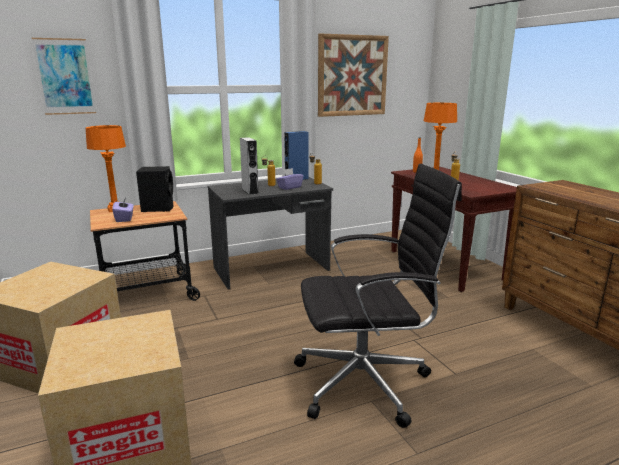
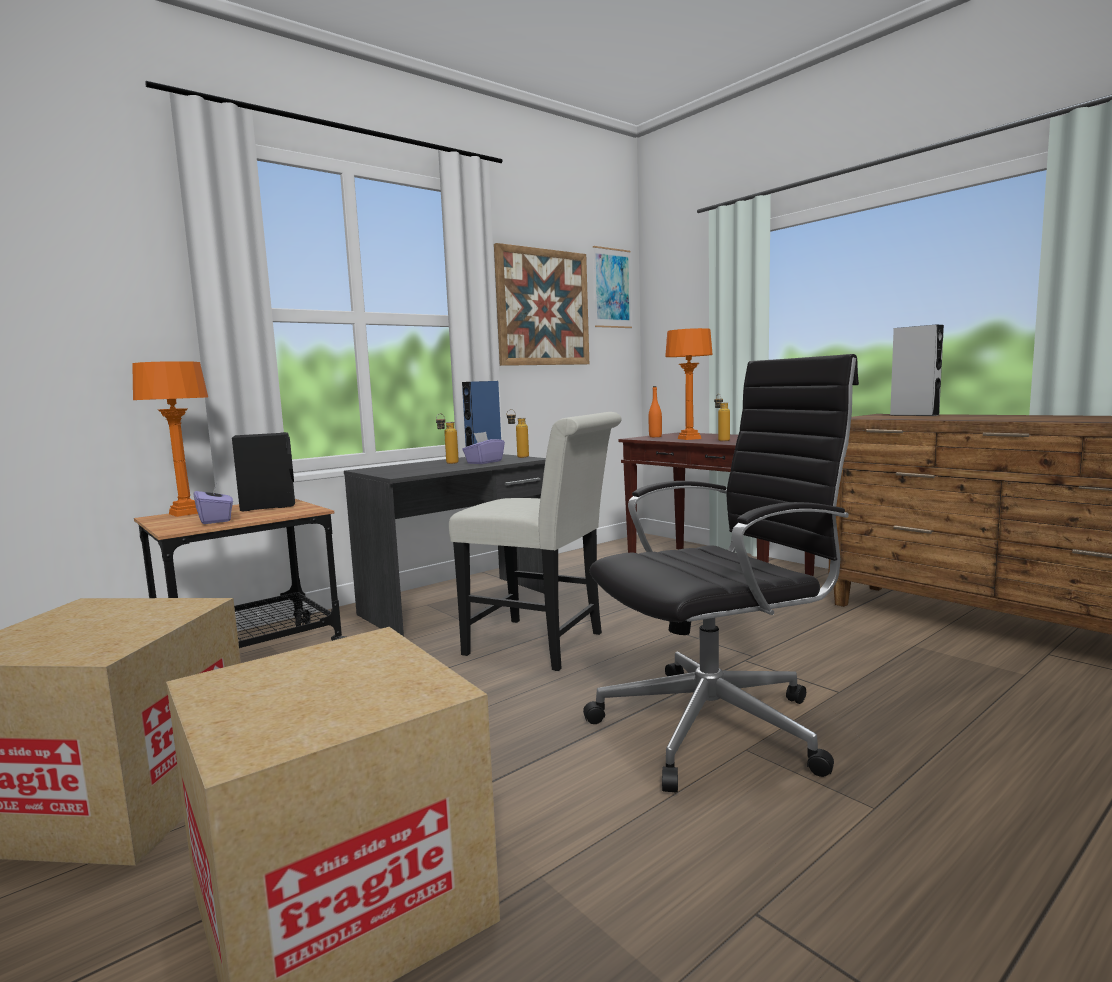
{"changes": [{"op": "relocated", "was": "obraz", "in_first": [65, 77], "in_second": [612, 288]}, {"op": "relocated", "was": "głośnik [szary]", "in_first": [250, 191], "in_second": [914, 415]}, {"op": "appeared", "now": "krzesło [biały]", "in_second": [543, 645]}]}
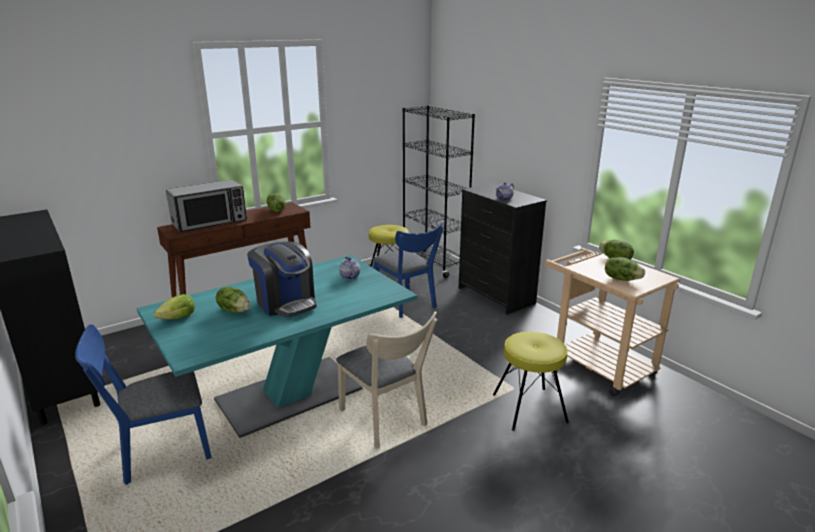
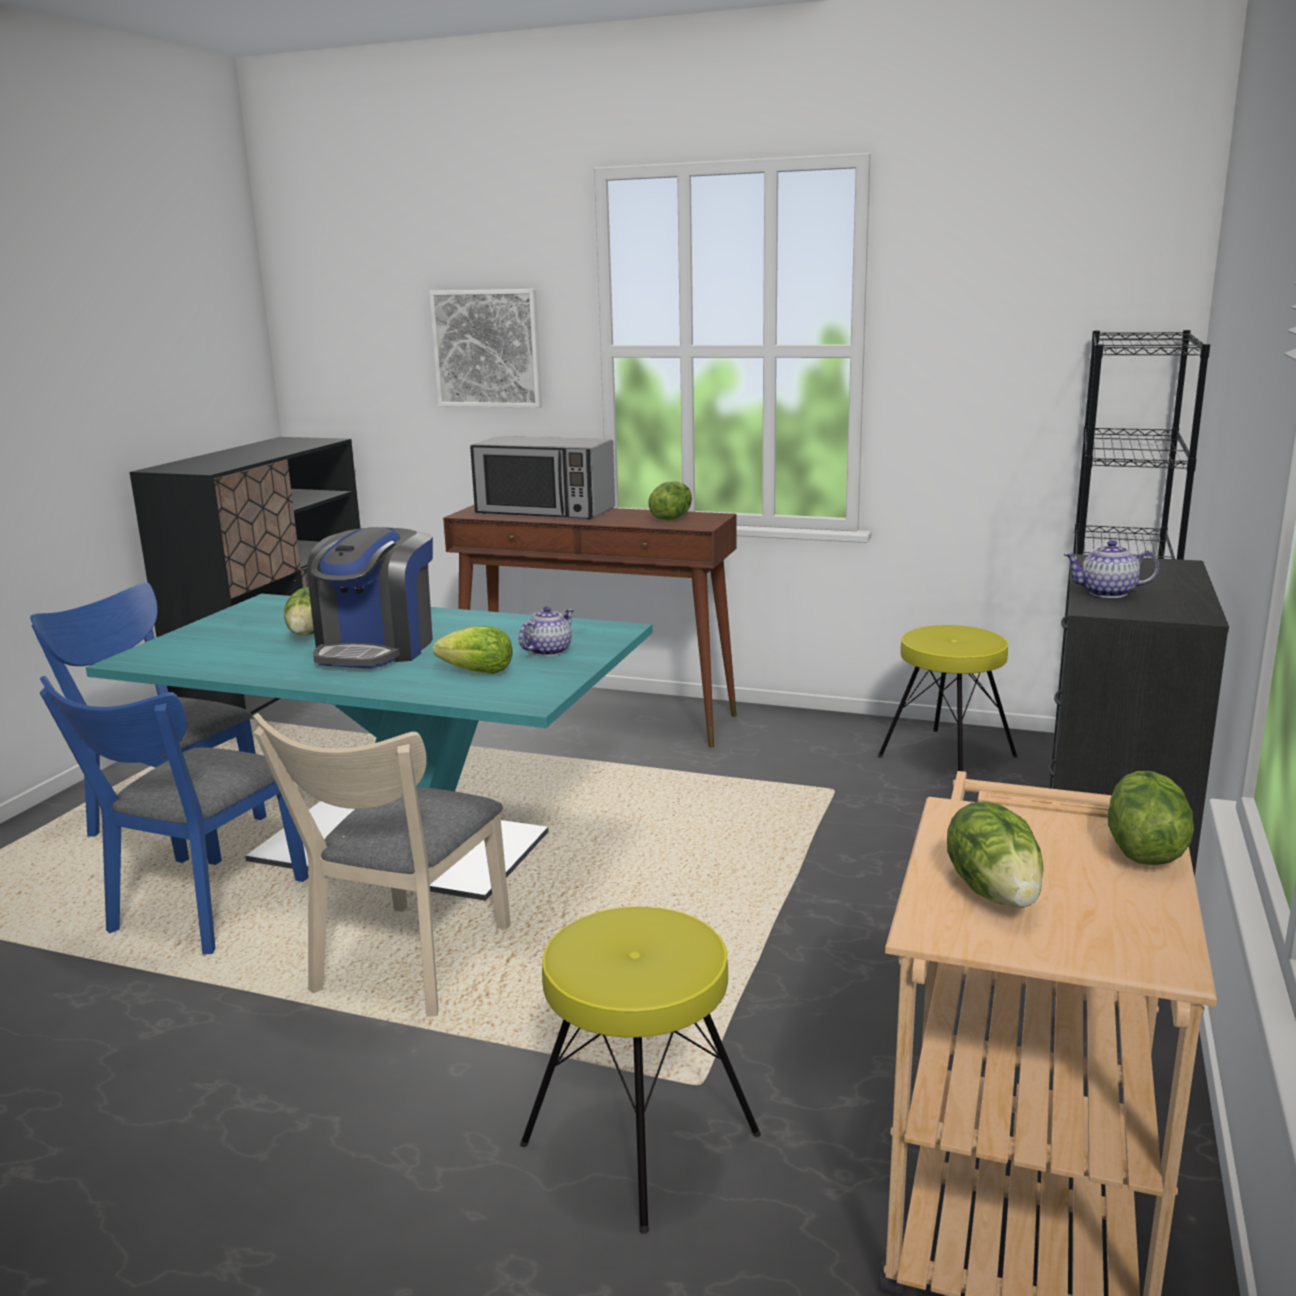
{"changes": [{"op": "relocated", "was": "sałata", "in_first": [178, 318], "in_second": [478, 672]}, {"op": "relocated", "was": "krzesło [niebieski]", "in_first": [407, 305], "in_second": [200, 913]}, {"op": "appeared", "now": "obraz", "in_second": [487, 348]}]}
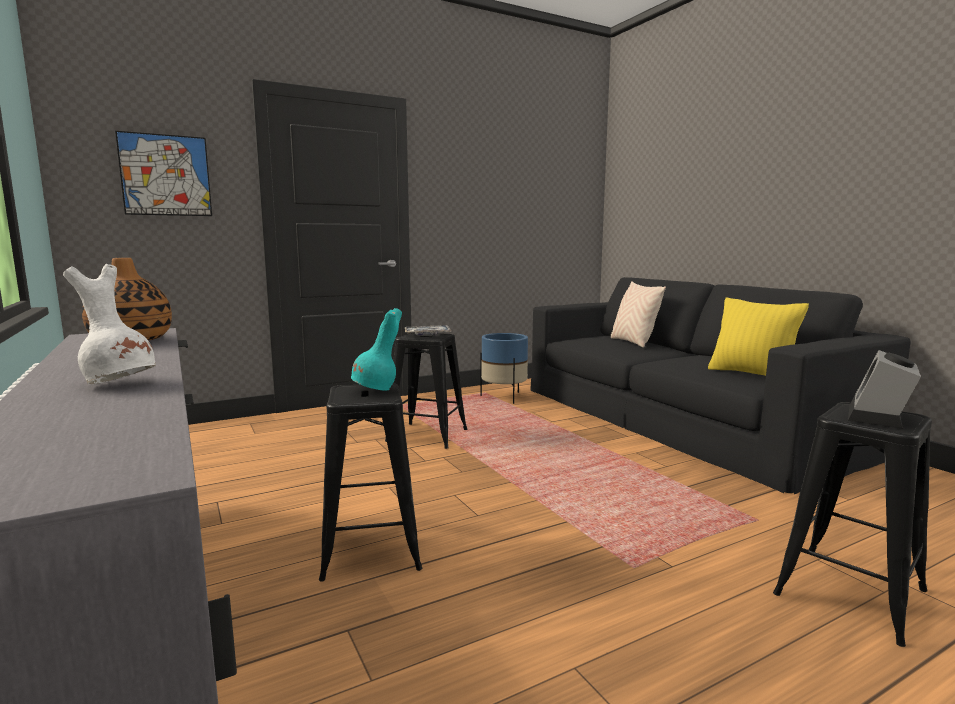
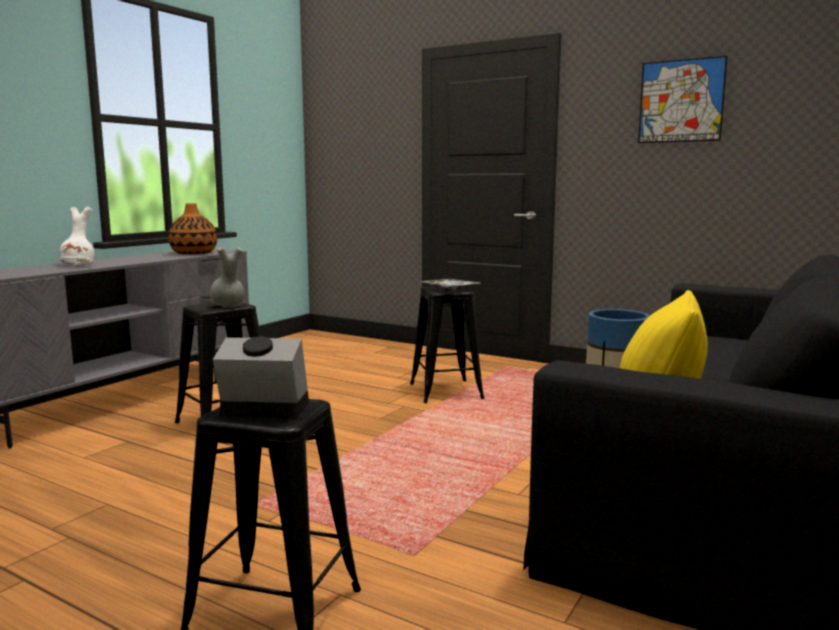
{"changes": [{"op": "relocated", "was": "obraz", "in_first": [165, 175], "in_second": [681, 101]}, {"op": "colour", "was": "wazon [turkusowy]", "now": "wazon [szary]", "in_first": [376, 390], "in_second": [227, 306]}, {"op": "missing", "was": "poduszka [beżowy]", "in_first": [633, 342]}]}
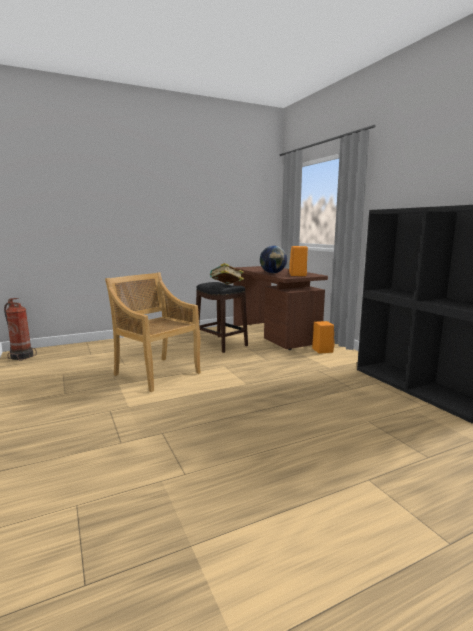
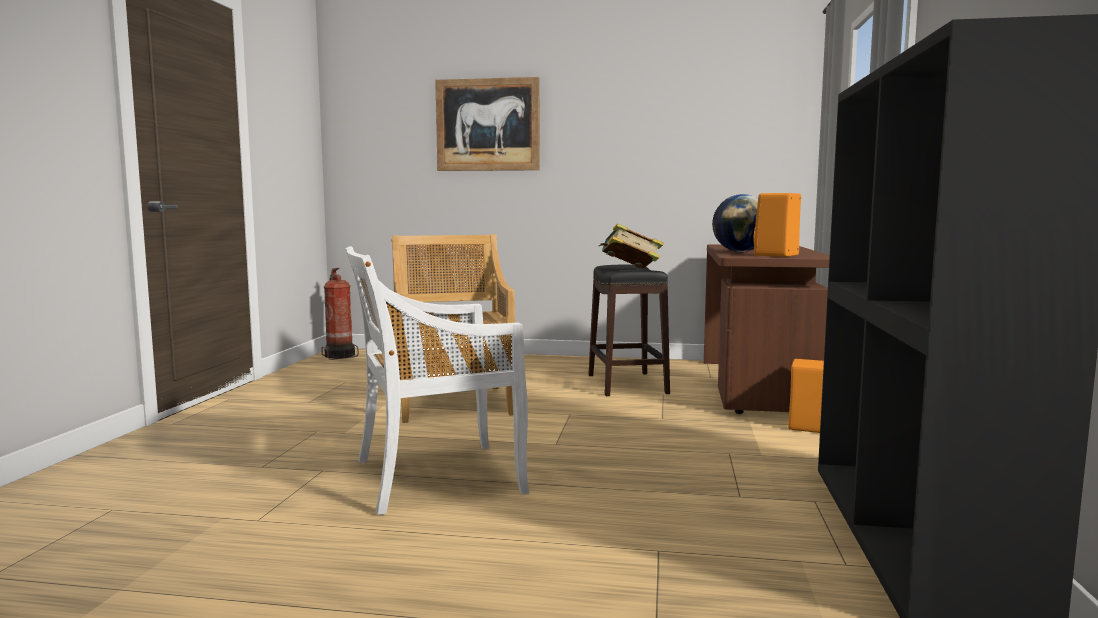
{"changes": [{"op": "appeared", "now": "krzesło [biały]", "in_second": [434, 477]}, {"op": "appeared", "now": "obraz", "in_second": [488, 125]}]}
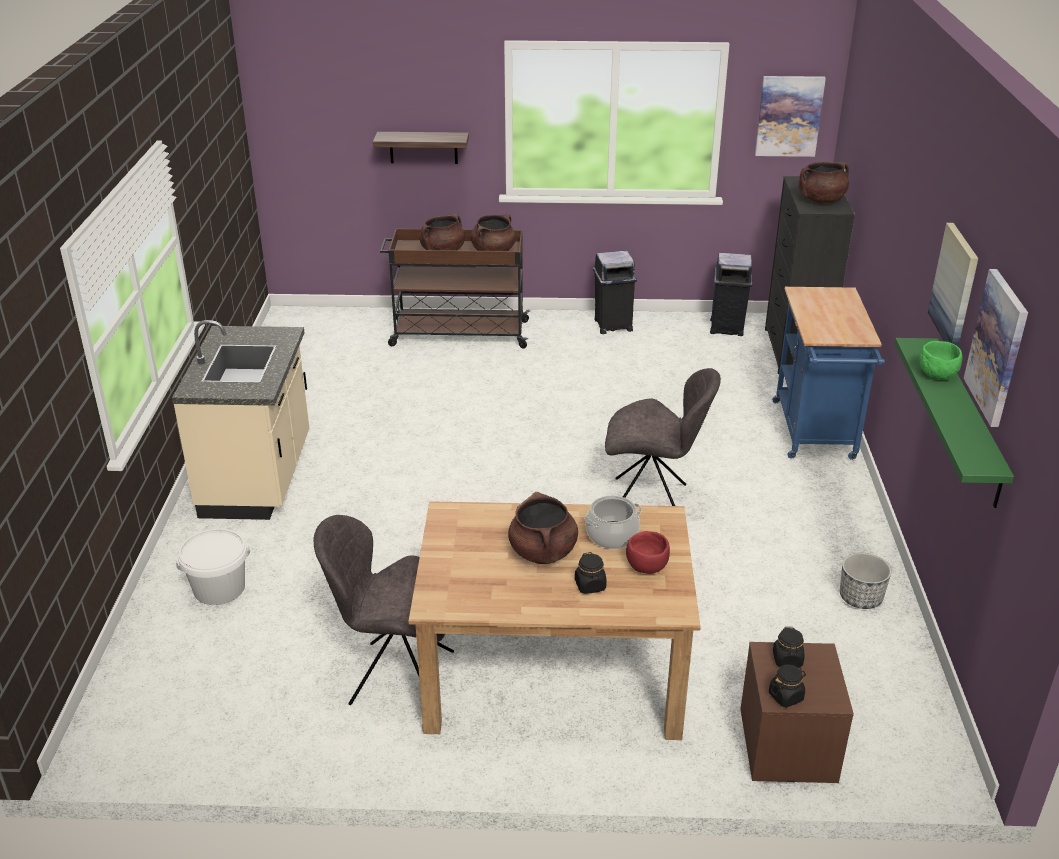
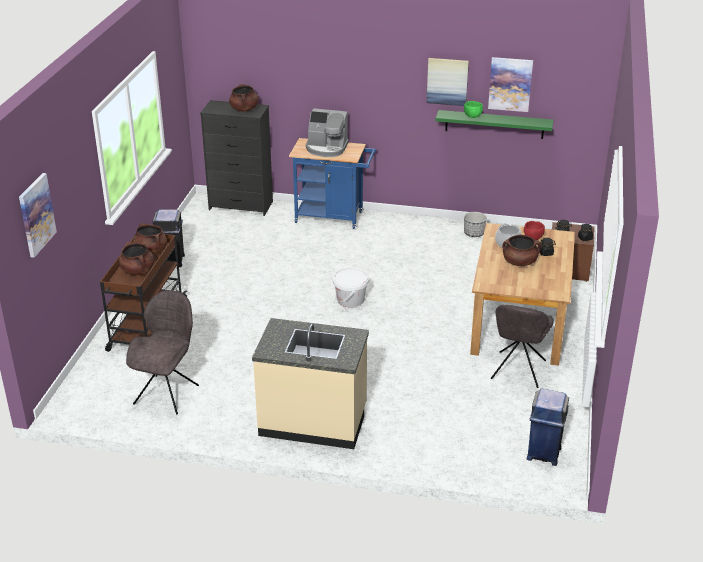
{"changes": [{"op": "relocated", "was": "wiadro [biały]", "in_first": [219, 588], "in_second": [350, 300]}, {"op": "missing", "was": "półka", "in_first": [423, 147]}, {"op": "relocated", "was": "krzesło [szary]", "in_first": [652, 503], "in_second": [167, 393]}, {"op": "relocated", "was": "kosz na śmieci [niebieski]", "in_first": [727, 327], "in_second": [544, 453]}, {"op": "relocated", "was": "obraz", "in_first": [789, 116], "in_second": [36, 214]}, {"op": "appeared", "now": "ekspres do kawy", "in_second": [326, 148]}]}
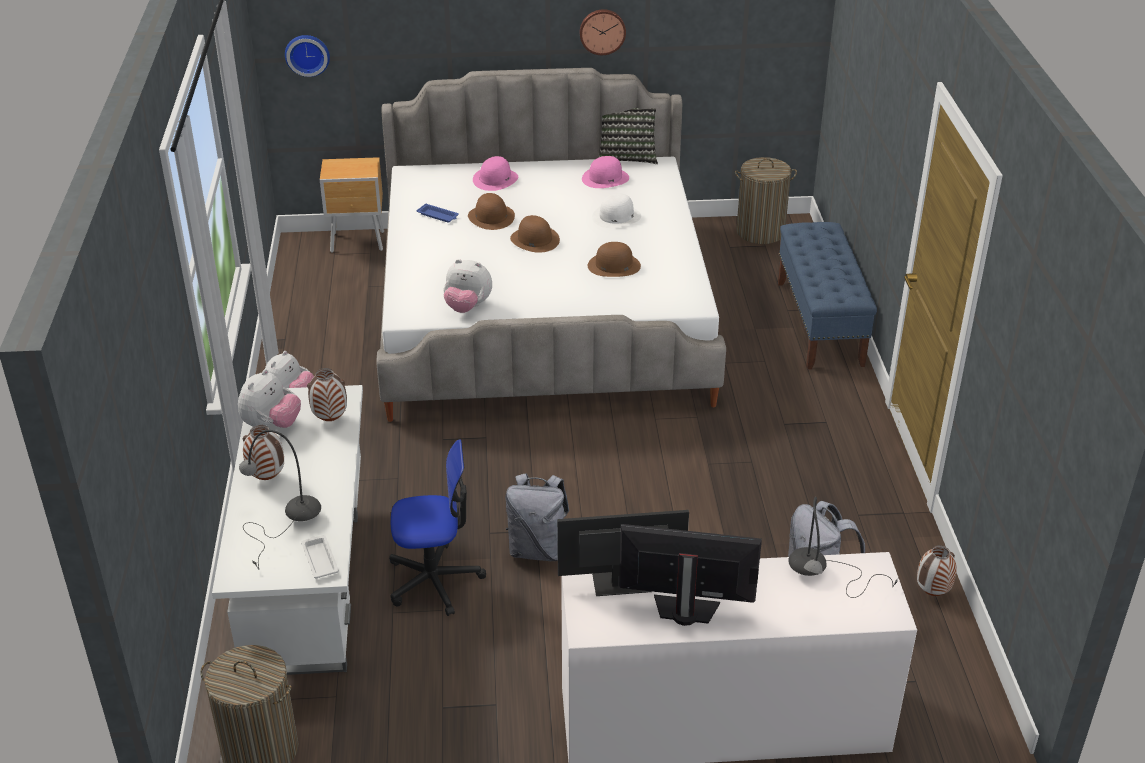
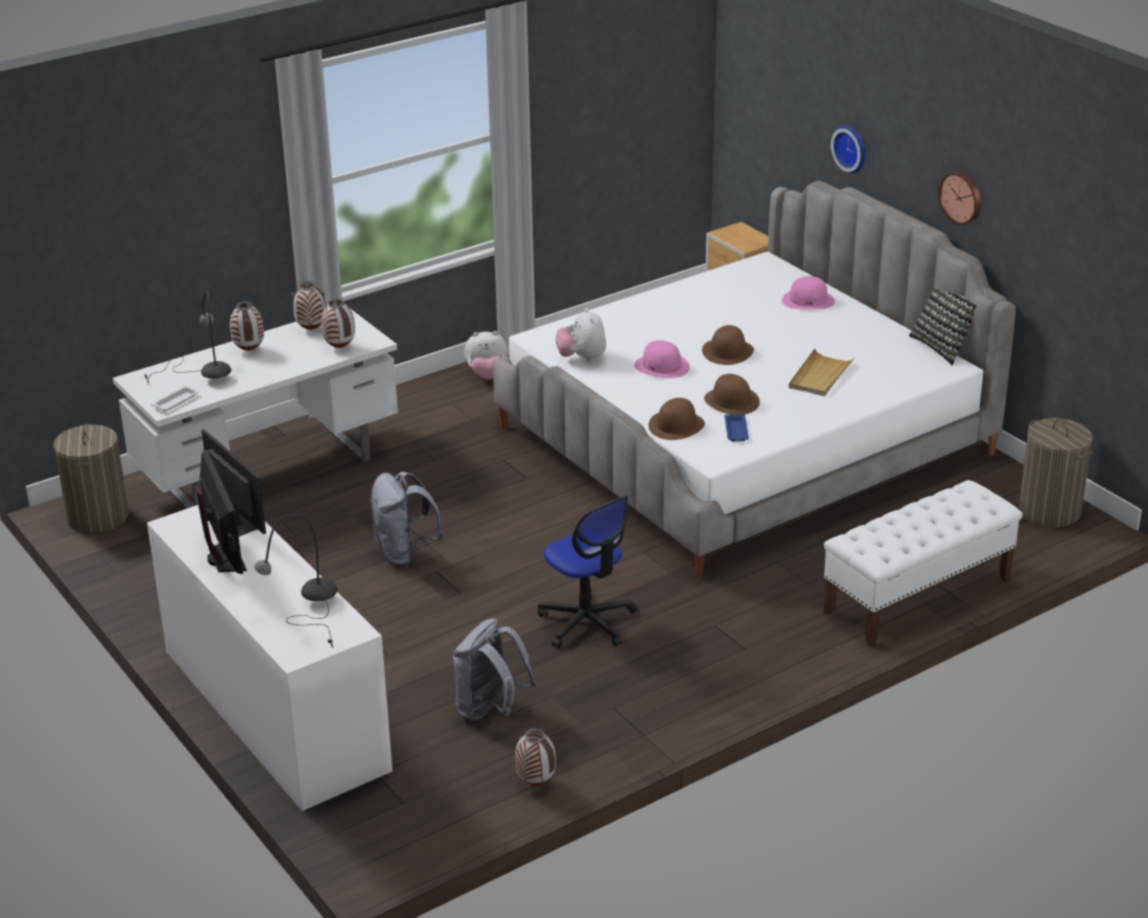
{"changes": [{"op": "exchanged", "was": "pluszak", "now": "wazon", "in_first": [271, 425], "in_second": [312, 329]}, {"op": "relocated", "was": "zegar ścienny", "in_first": [307, 54], "in_second": [852, 148]}, {"op": "relocated", "was": "krzesło biurowe", "in_first": [434, 580], "in_second": [587, 622]}, {"op": "relocated", "was": "taca [niebieski]", "in_first": [438, 216], "in_second": [736, 431]}, {"op": "relocated", "was": "kapelusz [brązowy]", "in_first": [491, 217], "in_second": [676, 425]}, {"op": "relocated", "was": "kapelusz [różowy]", "in_first": [605, 178], "in_second": [662, 366]}, {"op": "exchanged", "was": "kapelusz [biały]", "now": "taca [beżowy]", "in_first": [616, 217], "in_second": [820, 376]}, {"op": "colour", "was": "ławka [niebieski]", "now": "ławka [biały]", "in_first": [819, 323], "in_second": [917, 597]}]}
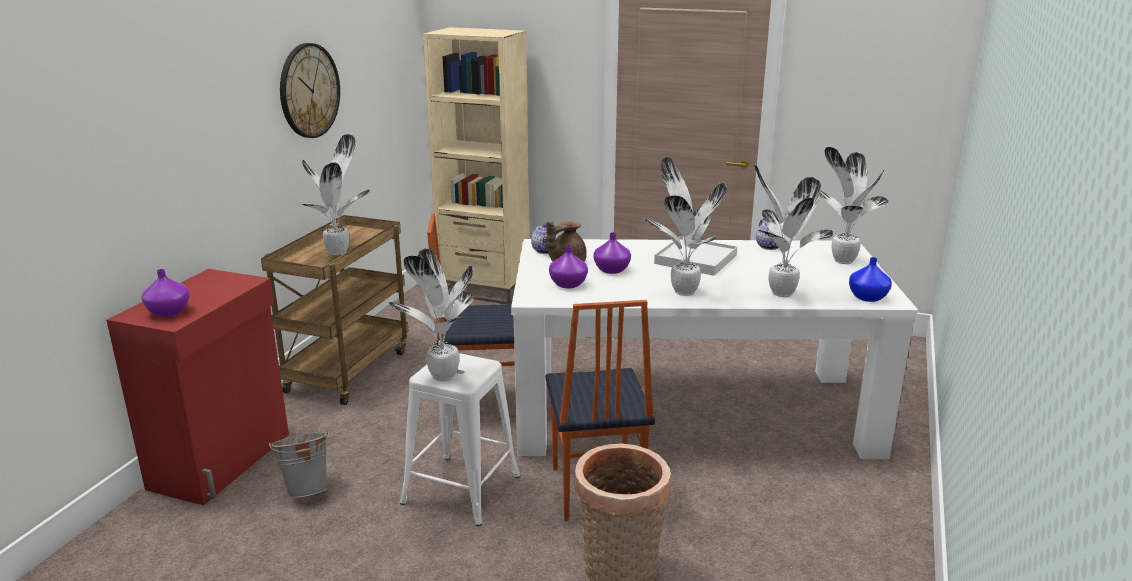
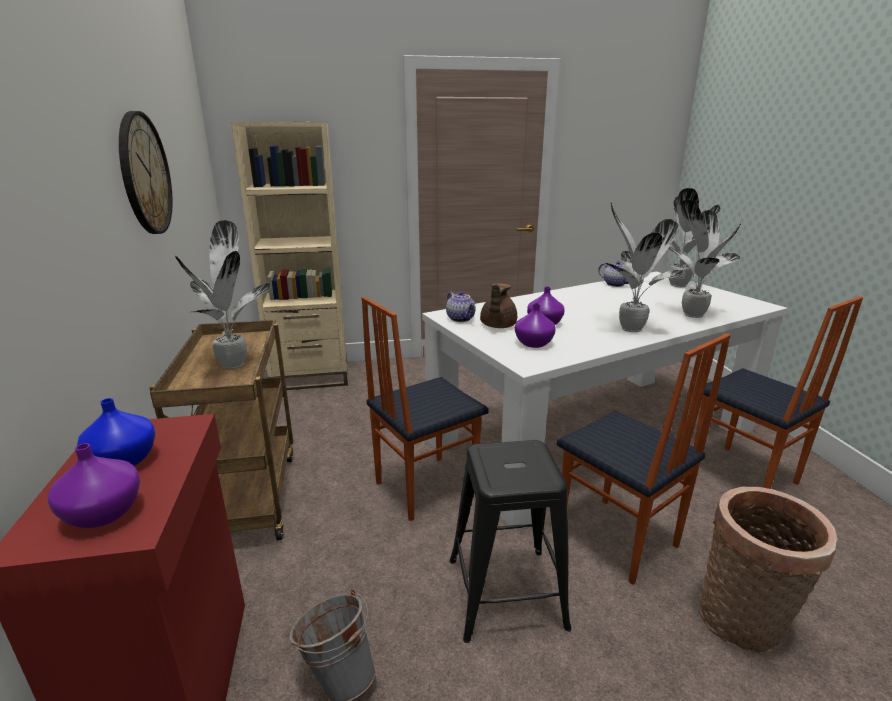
{"changes": [{"op": "missing", "was": "roślina doniczkowa", "in_first": [442, 377]}, {"op": "colour", "was": "stołek [biały]", "now": "stołek [czarny]", "in_first": [461, 489], "in_second": [506, 592]}, {"op": "missing", "was": "taca [biały]", "in_first": [696, 259]}, {"op": "relocated", "was": "wazon [niebieski]", "in_first": [868, 297], "in_second": [125, 460]}, {"op": "appeared", "now": "krzesło", "in_second": [743, 476]}]}
